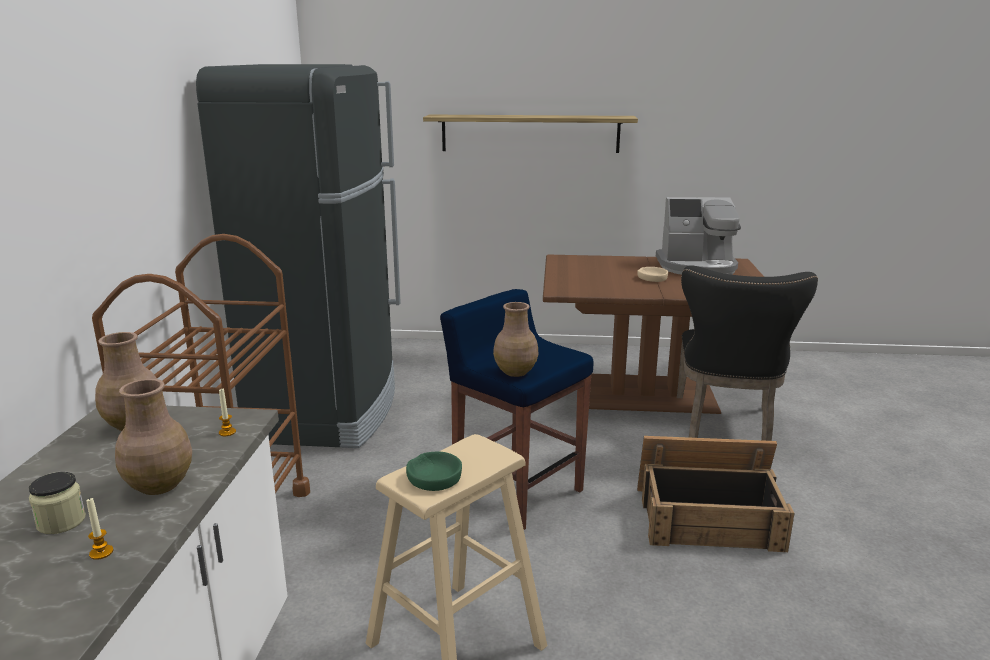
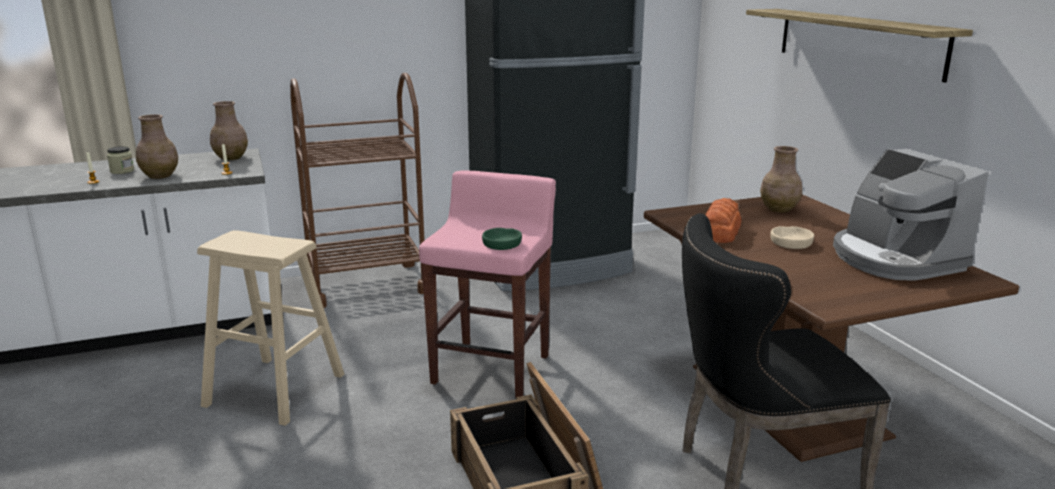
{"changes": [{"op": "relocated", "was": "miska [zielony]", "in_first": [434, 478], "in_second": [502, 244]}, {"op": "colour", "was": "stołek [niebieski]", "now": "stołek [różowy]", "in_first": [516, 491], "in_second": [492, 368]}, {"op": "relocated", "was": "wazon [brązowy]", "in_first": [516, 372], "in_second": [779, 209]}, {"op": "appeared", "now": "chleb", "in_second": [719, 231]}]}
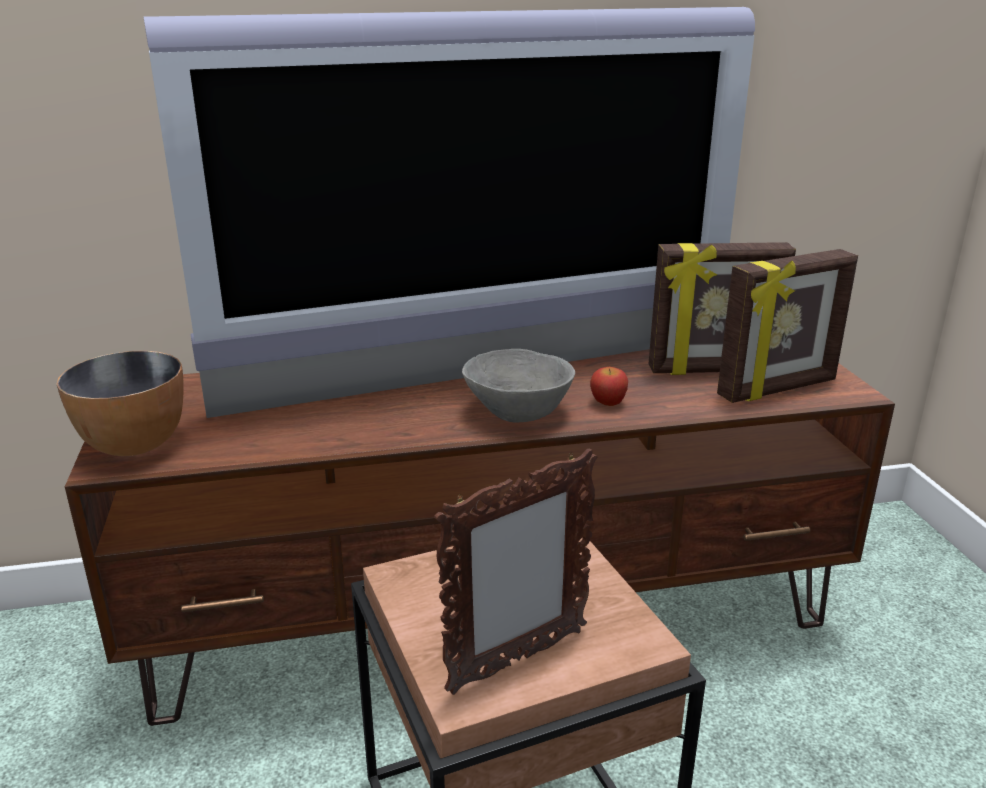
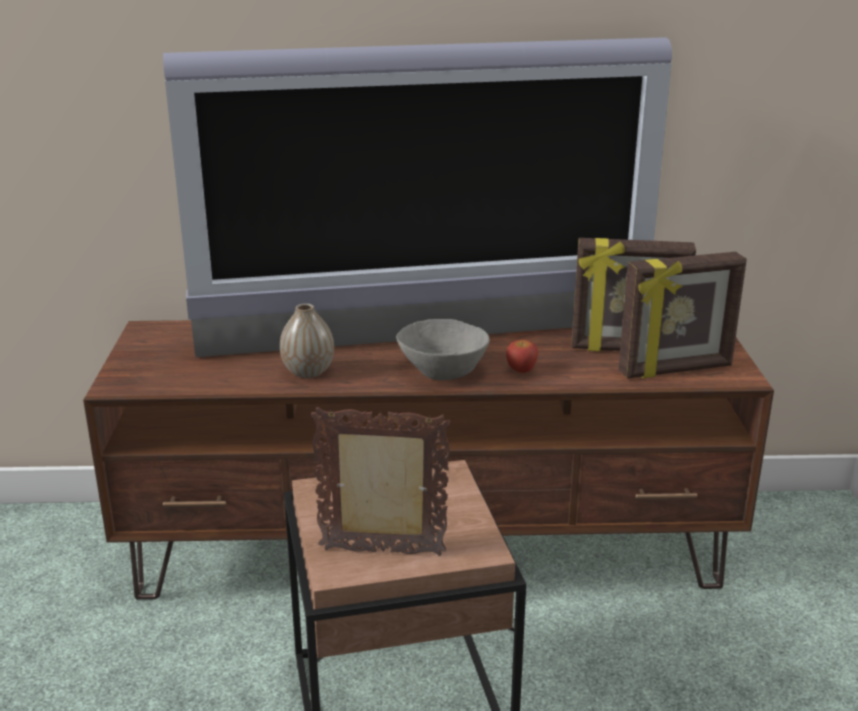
{"changes": [{"op": "missing", "was": "miska", "in_first": [136, 445]}, {"op": "spun", "was": "ramka na zdjęcie", "in_first": [516, 661], "in_second": [383, 553], "clockwise": -150}, {"op": "appeared", "now": "wazon", "in_second": [308, 372]}]}
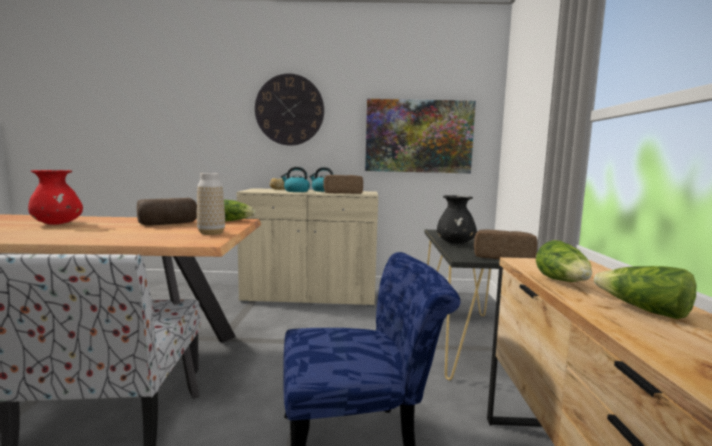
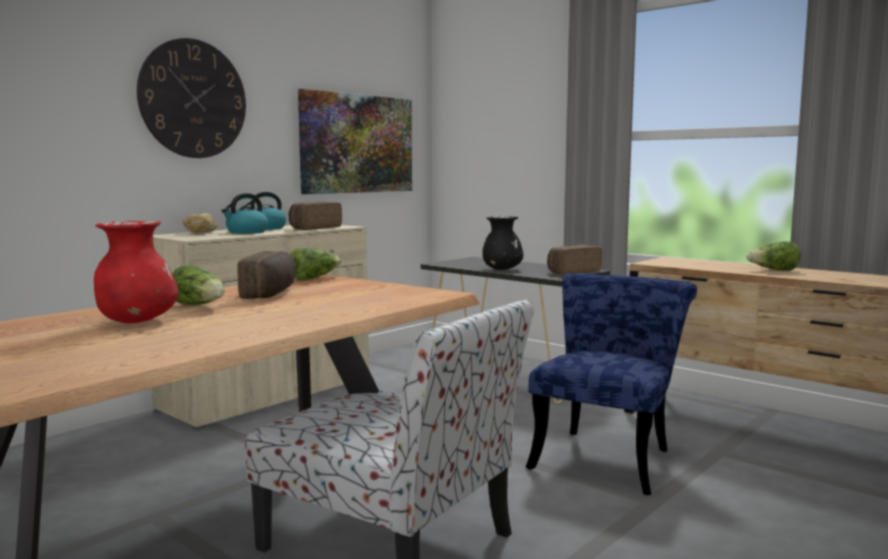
{"changes": [{"op": "missing", "was": "wazon", "in_first": [211, 233]}, {"op": "relocated", "was": "sałata", "in_first": [563, 282], "in_second": [199, 306]}]}
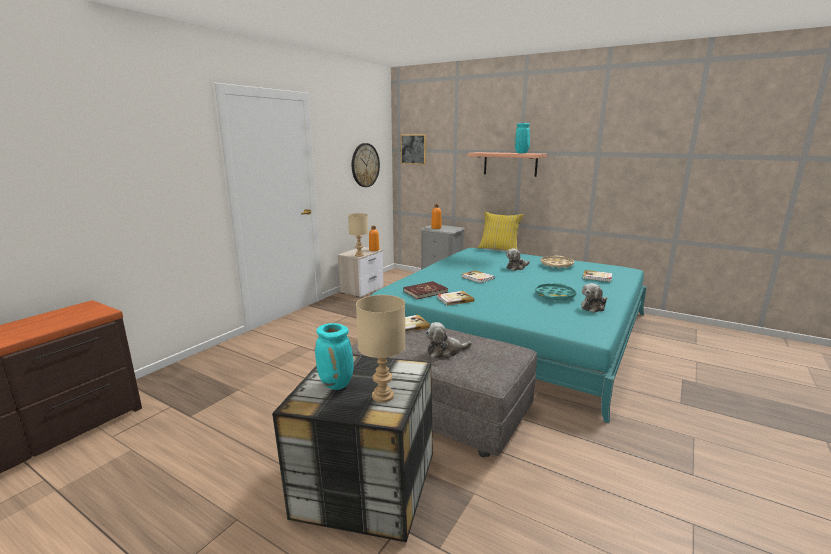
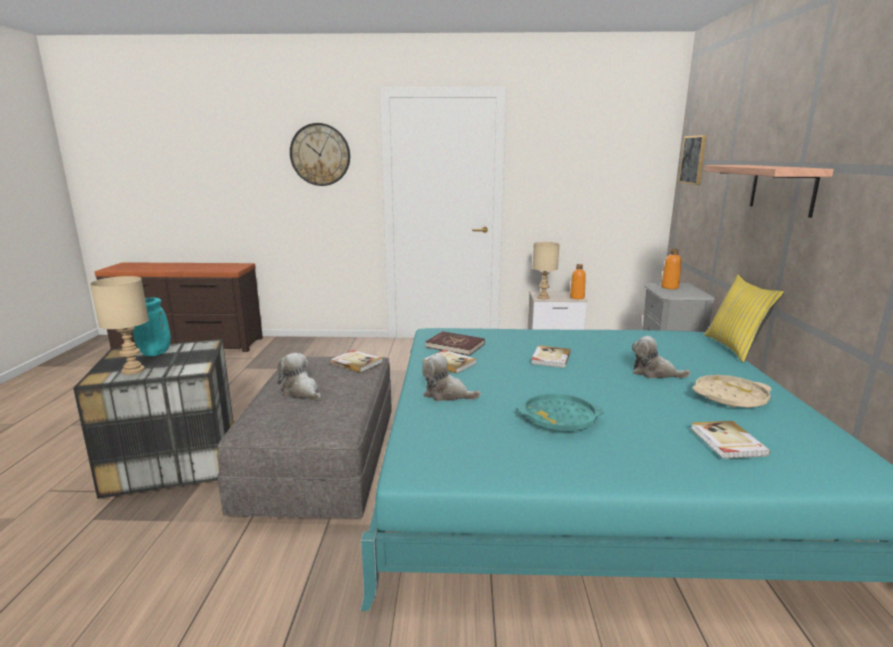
{"changes": [{"op": "relocated", "was": "zegar ścienny", "in_first": [365, 165], "in_second": [320, 154]}, {"op": "missing", "was": "wazon [turkusowy]", "in_first": [521, 153]}, {"op": "relocated", "was": "pluszak", "in_first": [594, 307], "in_second": [447, 394]}]}
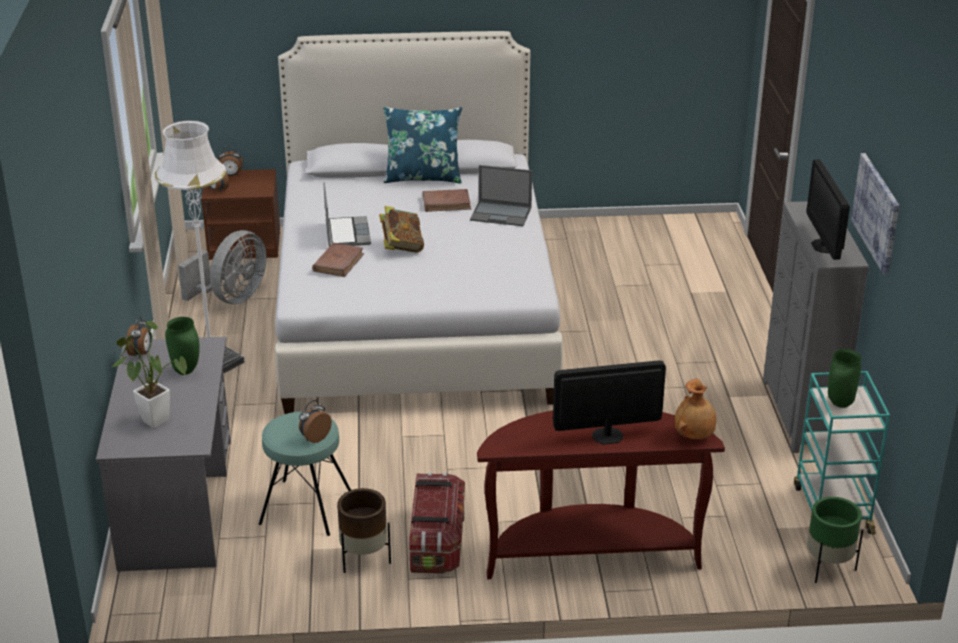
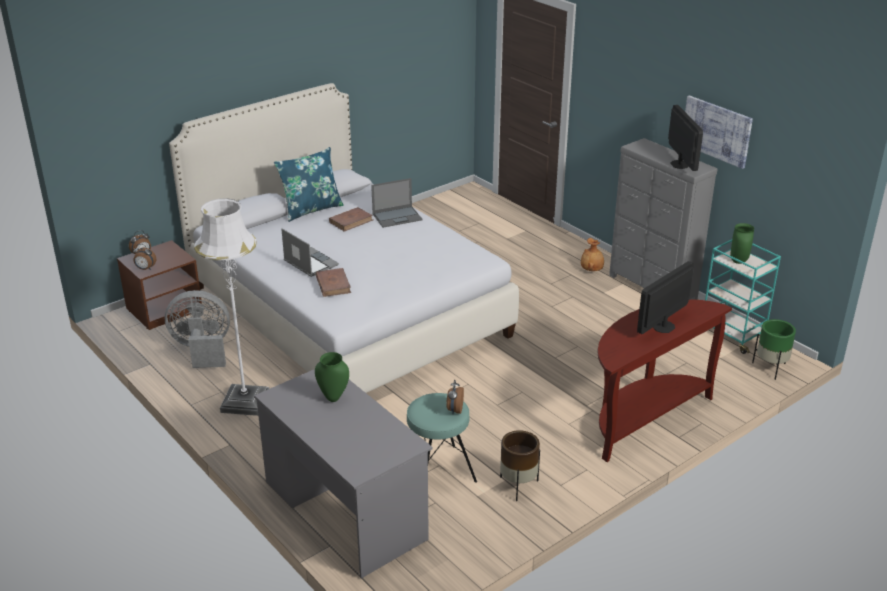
{"changes": [{"op": "missing", "was": "roślina doniczkowa", "in_first": [152, 419]}, {"op": "missing", "was": "budzik", "in_first": [141, 354]}, {"op": "spun", "was": "wentylator [szary]", "in_first": [232, 298], "in_second": [202, 350], "clockwise": -90}, {"op": "missing", "was": "książka", "in_first": [401, 247]}, {"op": "missing", "was": "pojemnik do przechowywania", "in_first": [436, 541]}, {"op": "relocated", "was": "wazon [brązowy]", "in_first": [694, 435], "in_second": [592, 270]}, {"op": "spun", "was": "monitor", "in_first": [824, 246], "in_second": [679, 164], "clockwise": -150}]}
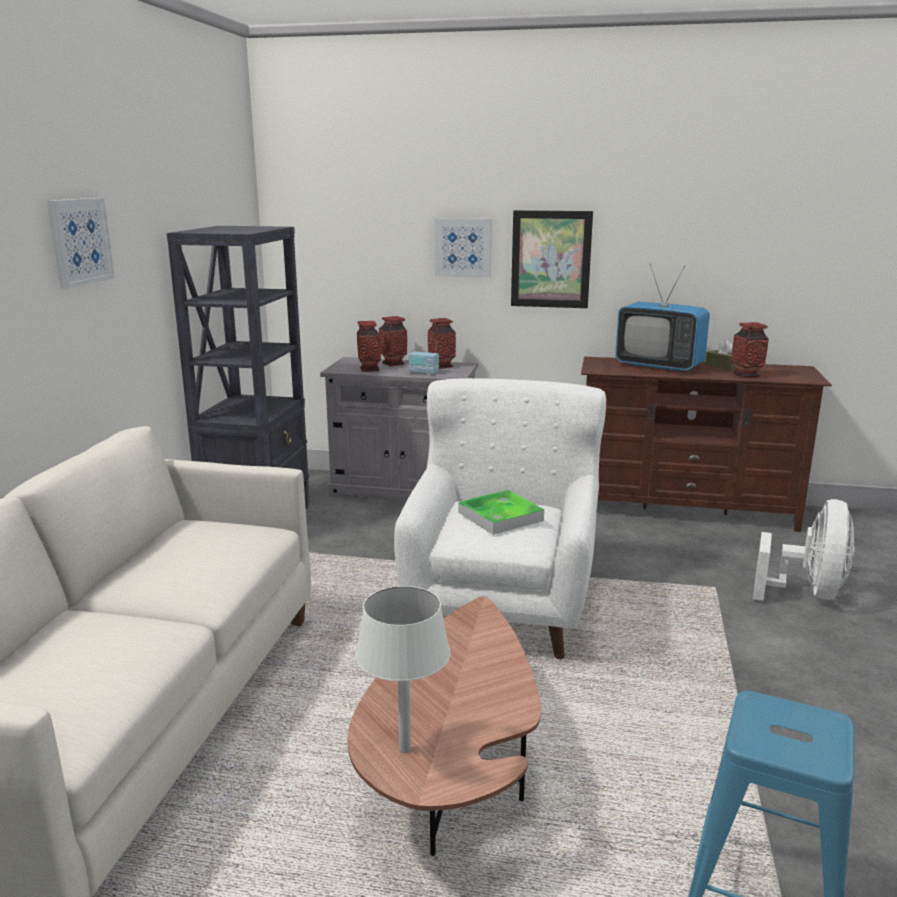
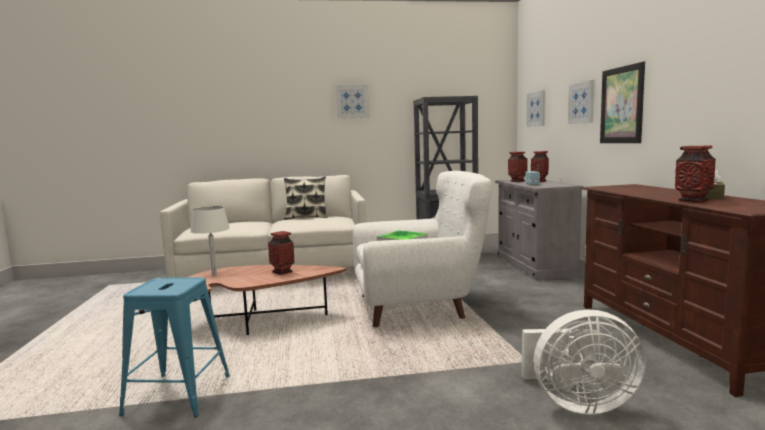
{"changes": [{"op": "relocated", "was": "wazon", "in_first": [441, 366], "in_second": [282, 272]}, {"op": "missing", "was": "telewizor", "in_first": [659, 366]}, {"op": "appeared", "now": "poduszka", "in_second": [306, 217]}, {"op": "appeared", "now": "obraz", "in_second": [536, 109]}]}
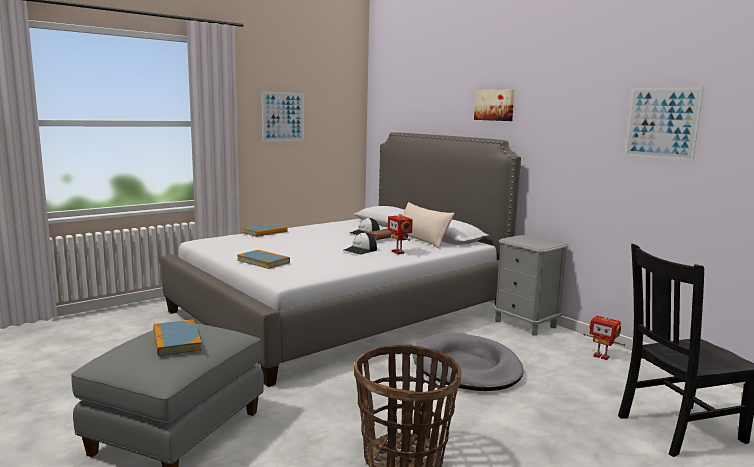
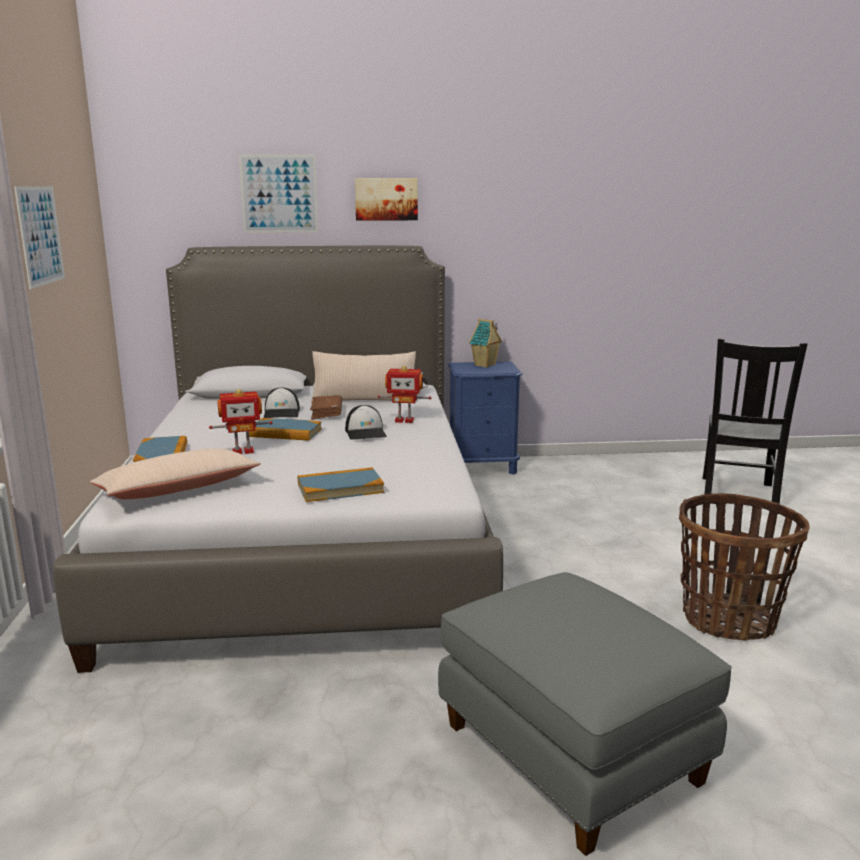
{"changes": [{"op": "relocated", "was": "książka", "in_first": [176, 340], "in_second": [285, 433]}, {"op": "missing", "was": "legowisko [szary]", "in_first": [466, 367]}, {"op": "colour", "was": "szafka nocna [szary]", "now": "szafka nocna [niebieski]", "in_first": [525, 324], "in_second": [483, 467]}, {"op": "relocated", "was": "robot zabawkowy", "in_first": [601, 356], "in_second": [243, 451]}, {"op": "relocated", "was": "obraz", "in_first": [662, 123], "in_second": [279, 194]}, {"op": "appeared", "now": "poduszka [beżowy]", "in_second": [178, 489]}, {"op": "appeared", "now": "domek", "in_second": [485, 365]}]}
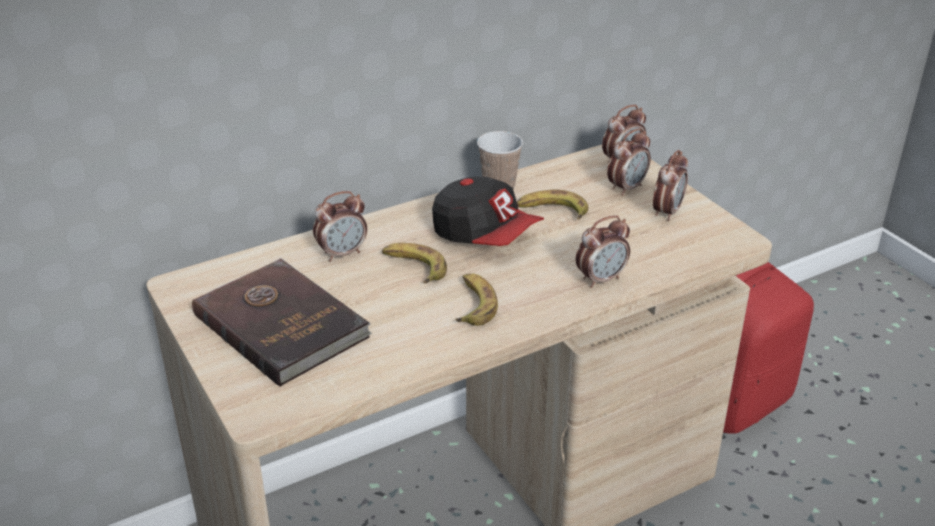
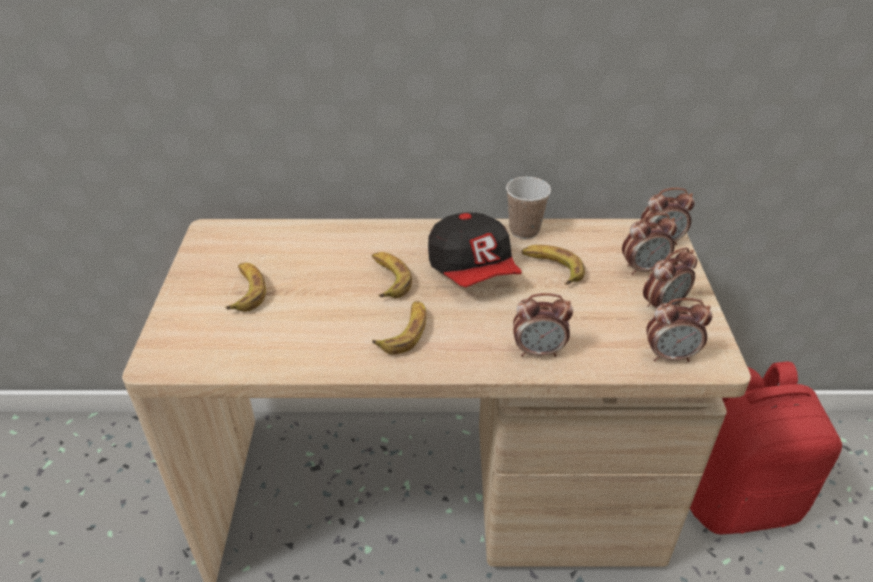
{"changes": [{"op": "exchanged", "was": "książka [brązowy]", "now": "banan", "in_first": [282, 324], "in_second": [246, 291]}, {"op": "relocated", "was": "budzik", "in_first": [342, 253], "in_second": [670, 356]}]}
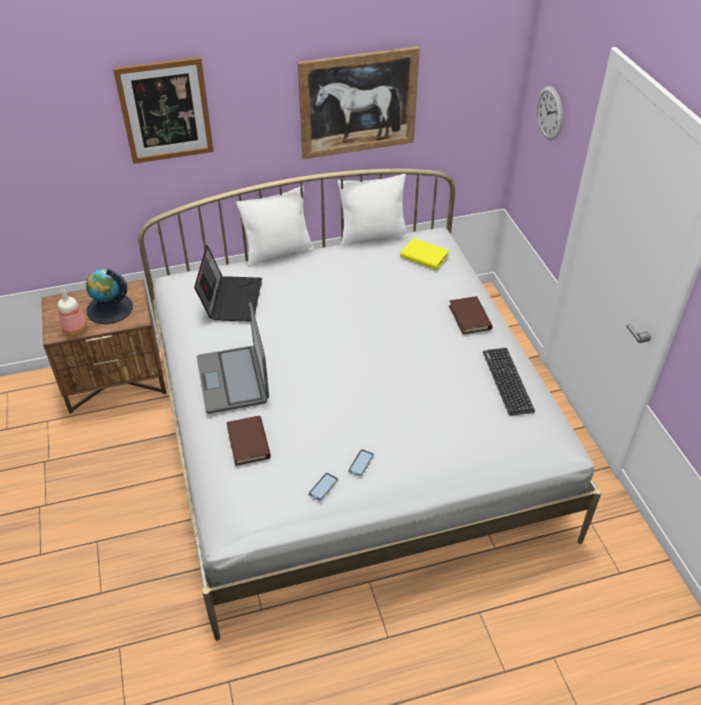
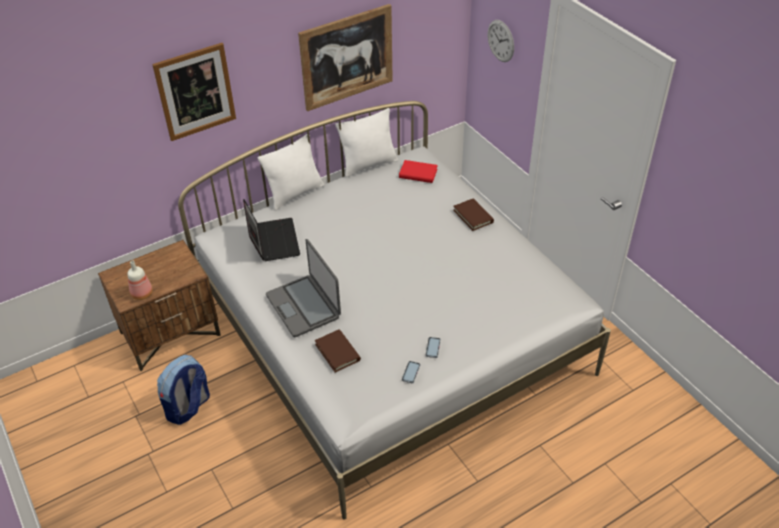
{"changes": [{"op": "missing", "was": "globus", "in_first": [109, 308]}, {"op": "colour", "was": "książka [żółty]", "now": "książka [czerwony]", "in_first": [424, 256], "in_second": [418, 173]}, {"op": "missing", "was": "klawiatura", "in_first": [507, 381]}, {"op": "appeared", "now": "plecak", "in_second": [188, 407]}]}
